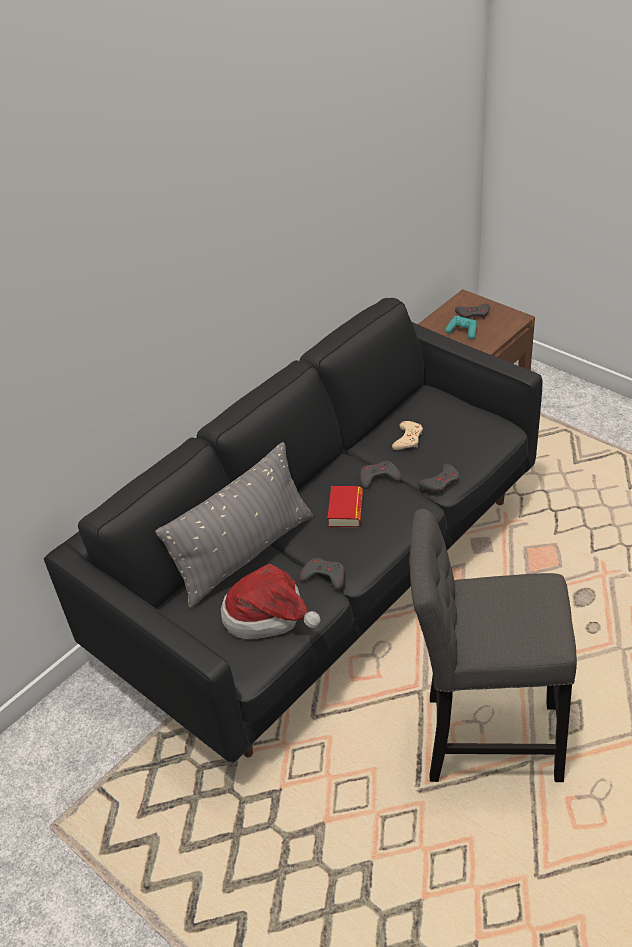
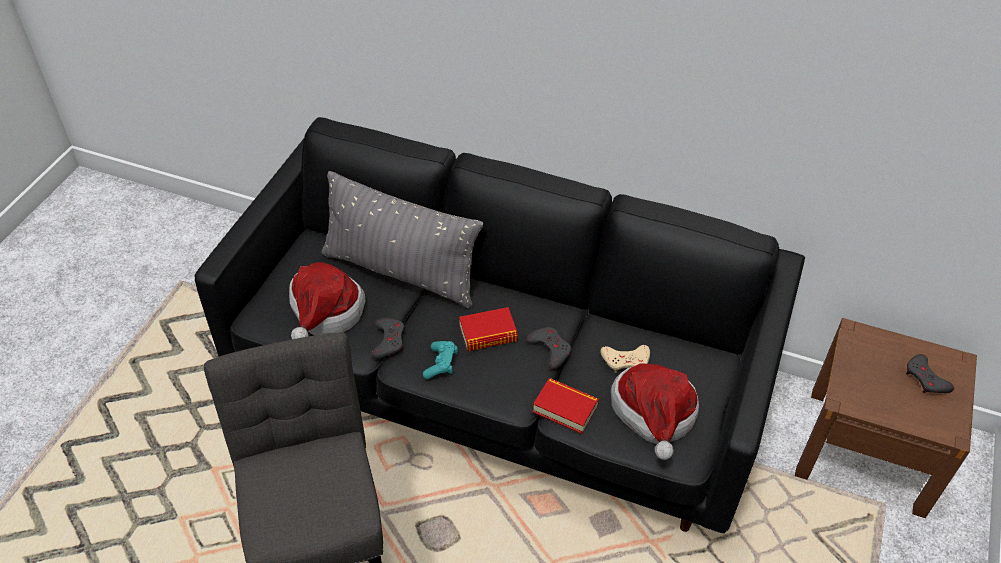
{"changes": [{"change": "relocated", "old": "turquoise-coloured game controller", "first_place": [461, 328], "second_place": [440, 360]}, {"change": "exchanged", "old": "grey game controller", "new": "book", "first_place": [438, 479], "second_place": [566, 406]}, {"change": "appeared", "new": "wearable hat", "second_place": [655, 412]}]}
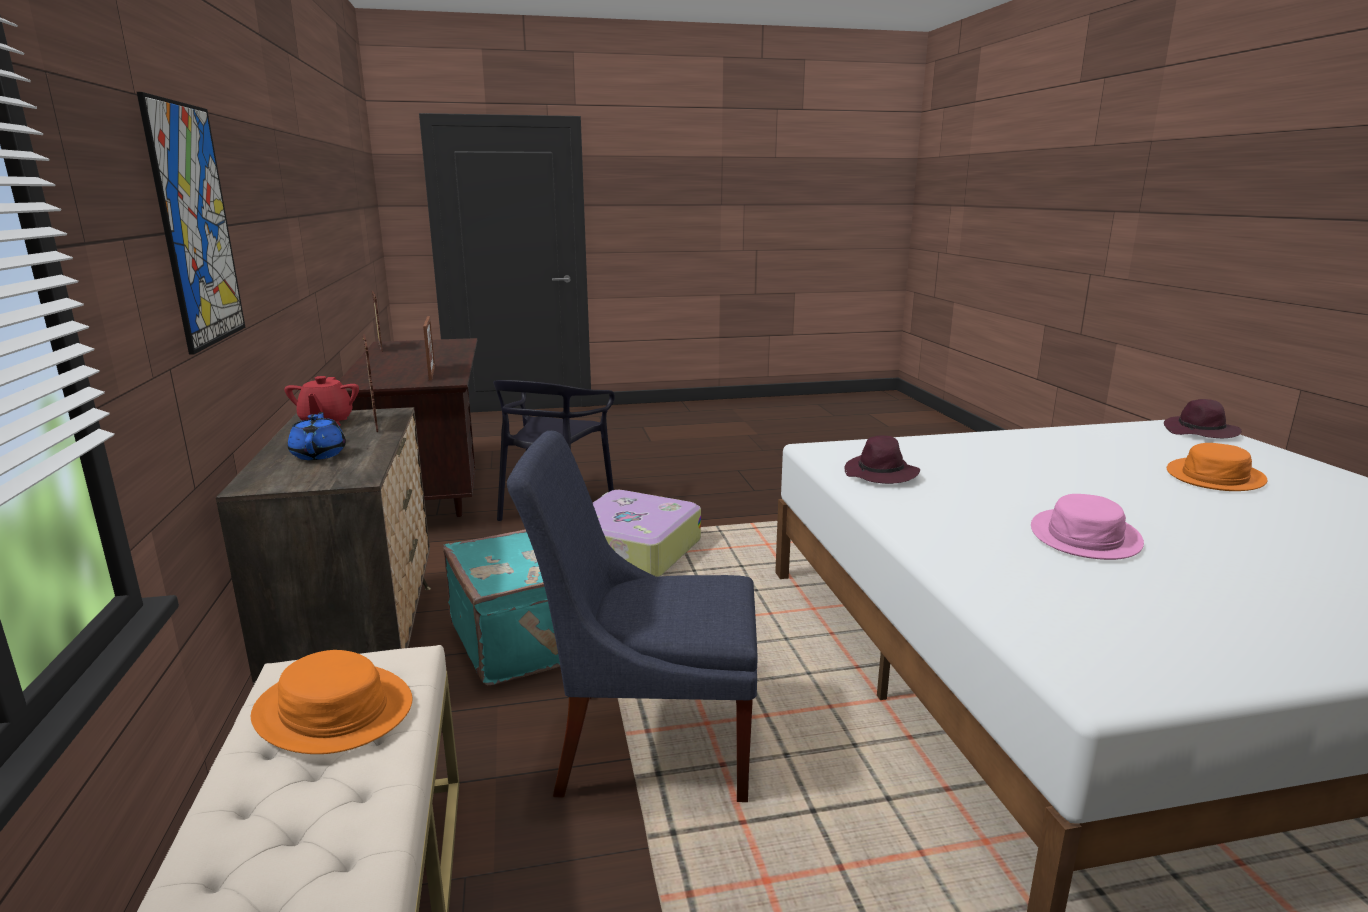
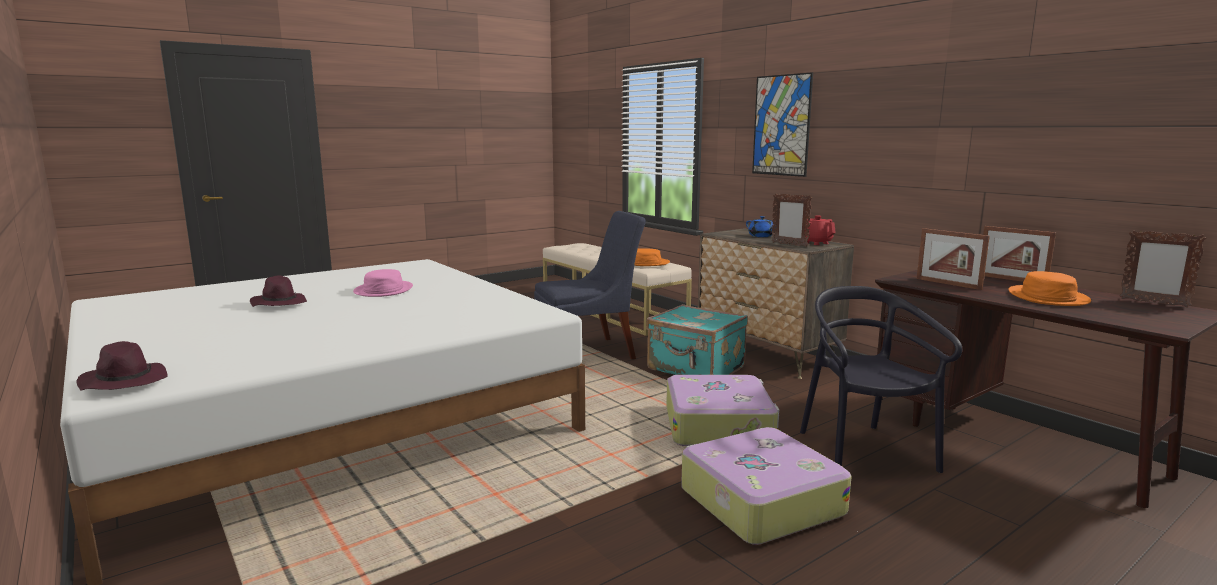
{"changes": [{"change": "relocated", "old": "purplish wearable hat", "first_place": [882, 459], "second_place": [278, 291]}, {"change": "relocated", "old": "orangey wearable hat", "first_place": [1217, 467], "second_place": [1049, 288]}, {"change": "appeared", "new": "standing frame", "second_place": [1019, 254]}, {"change": "appeared", "new": "suitcase", "second_place": [766, 486]}]}
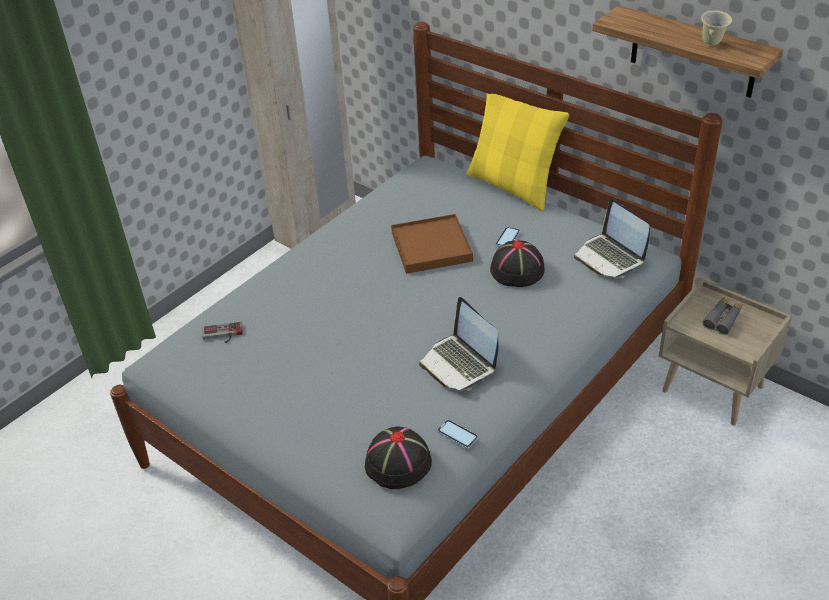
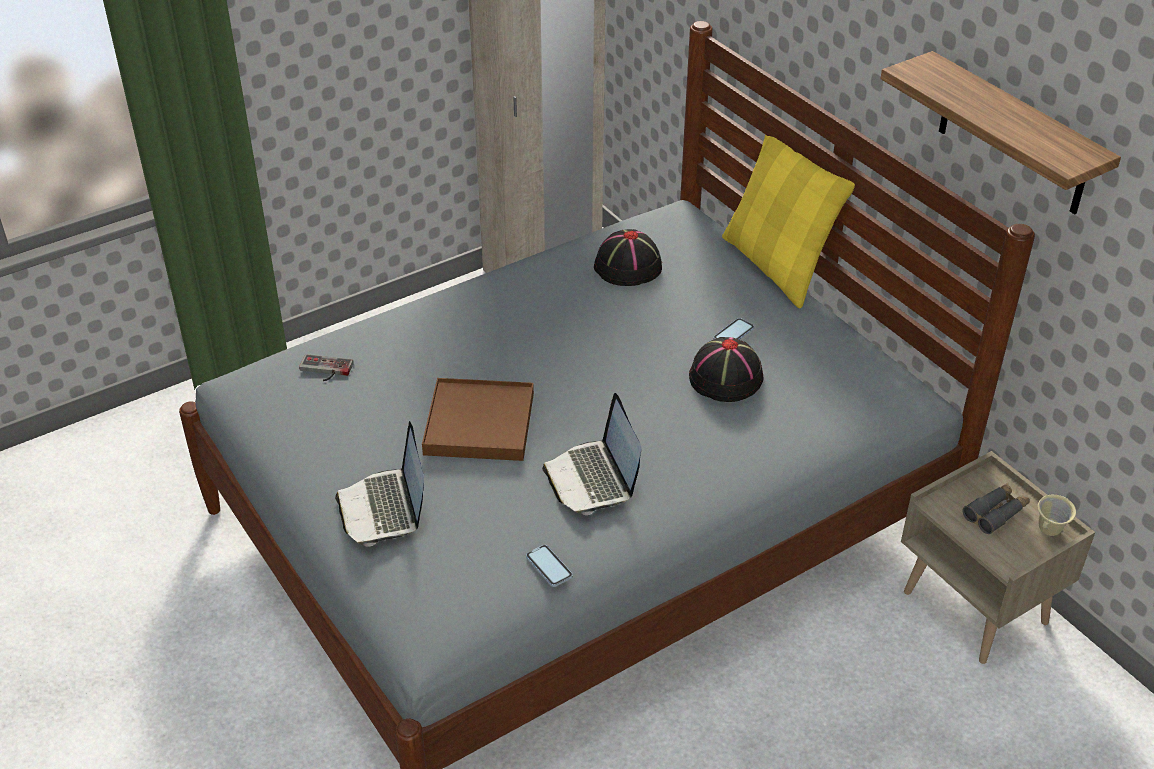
{"changes": [{"change": "relocated", "old": "beige-coloured tea mug", "first_place": [716, 28], "second_place": [1057, 515]}, {"change": "relocated", "old": "notebook computer", "first_place": [612, 238], "second_place": [379, 484]}, {"change": "relocated", "old": "brown-coloured tray", "first_place": [432, 244], "second_place": [478, 419]}, {"change": "relocated", "old": "blackish wearable hat", "first_place": [398, 457], "second_place": [628, 257]}]}
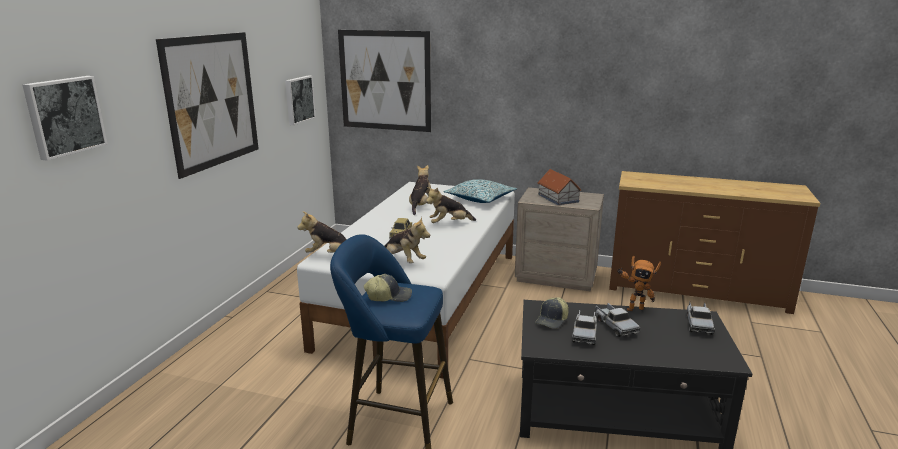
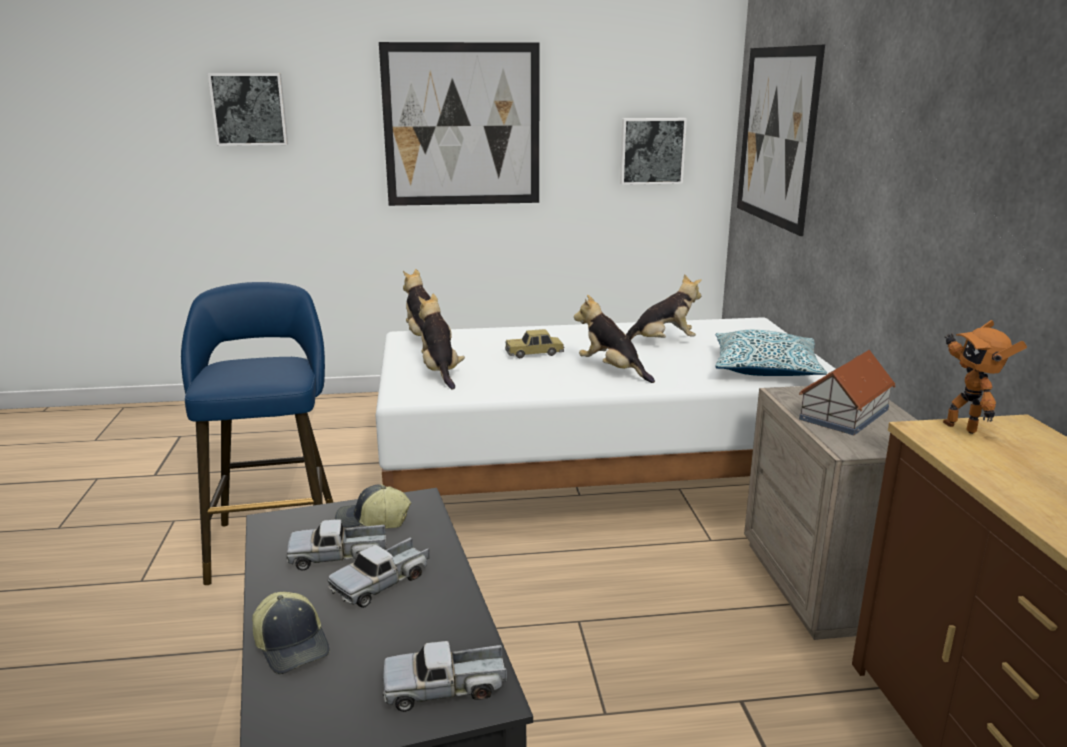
{"changes": [{"change": "spun", "old": "soft toy", "first_place": [407, 240], "second_place": [441, 341], "degrees": 150}, {"change": "relocated", "old": "toy robot", "first_place": [639, 283], "second_place": [985, 377]}, {"change": "relocated", "old": "baseball cap", "first_place": [388, 288], "second_place": [291, 633]}]}
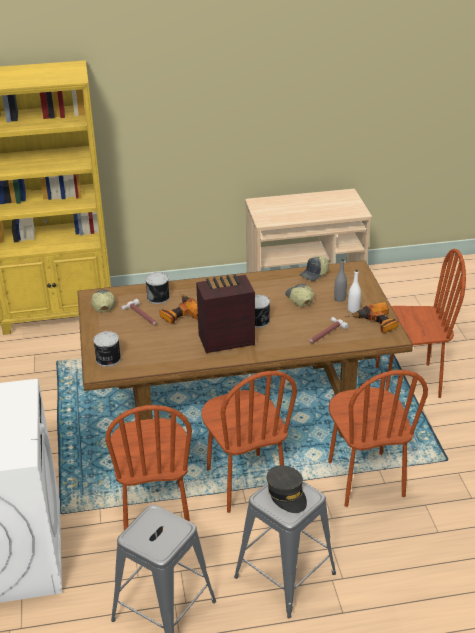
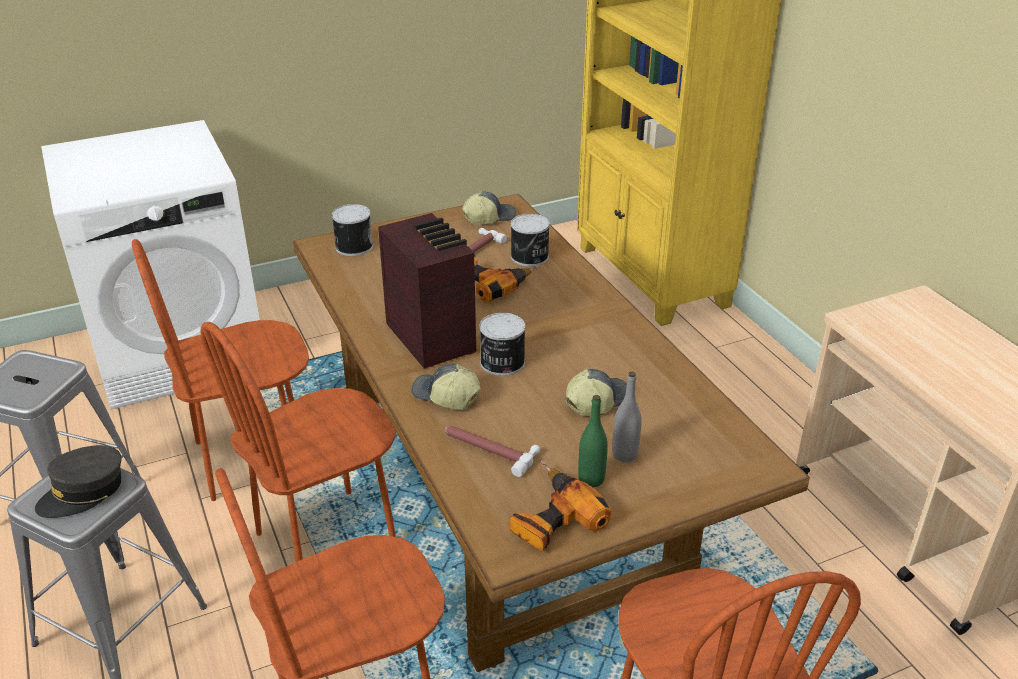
{"changes": [{"change": "relocated", "old": "baseball cap", "first_place": [314, 268], "second_place": [446, 386]}, {"change": "colour", "old": "whitish bottle", "new": "greenish bottle", "first_place": [354, 291], "second_place": [593, 441]}]}
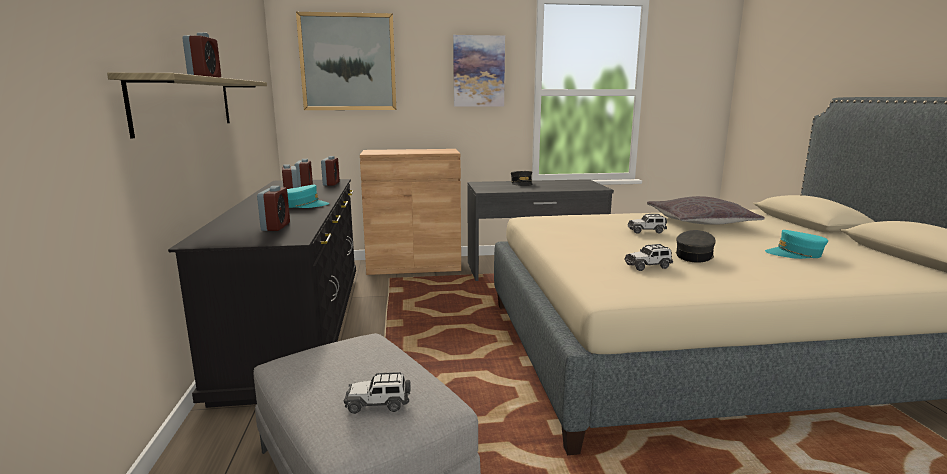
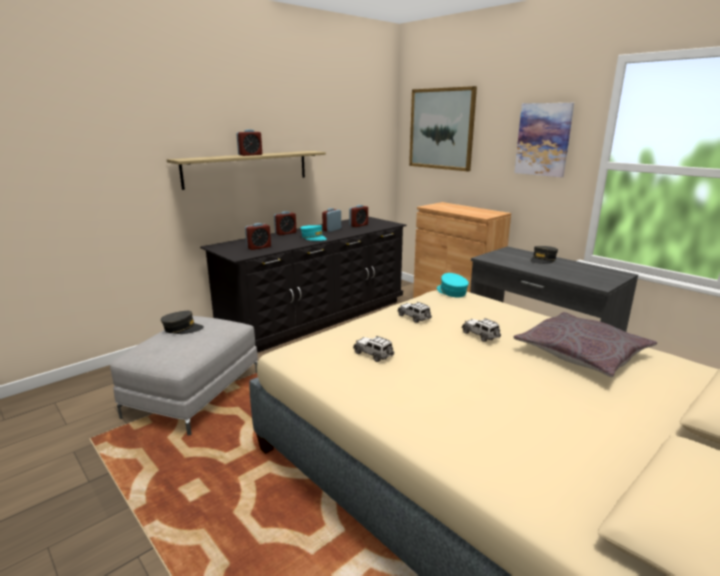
{"changes": [{"change": "relocated", "old": "bedside clock", "first_place": [330, 171], "second_place": [285, 223]}, {"change": "relocated", "old": "grey baseball cap", "first_place": [696, 246], "second_place": [182, 322]}, {"change": "relocated", "old": "turquoise-coloured baseball cap", "first_place": [796, 244], "second_place": [453, 285]}, {"change": "relocated", "old": "miniature car", "first_place": [377, 393], "second_place": [415, 312]}]}
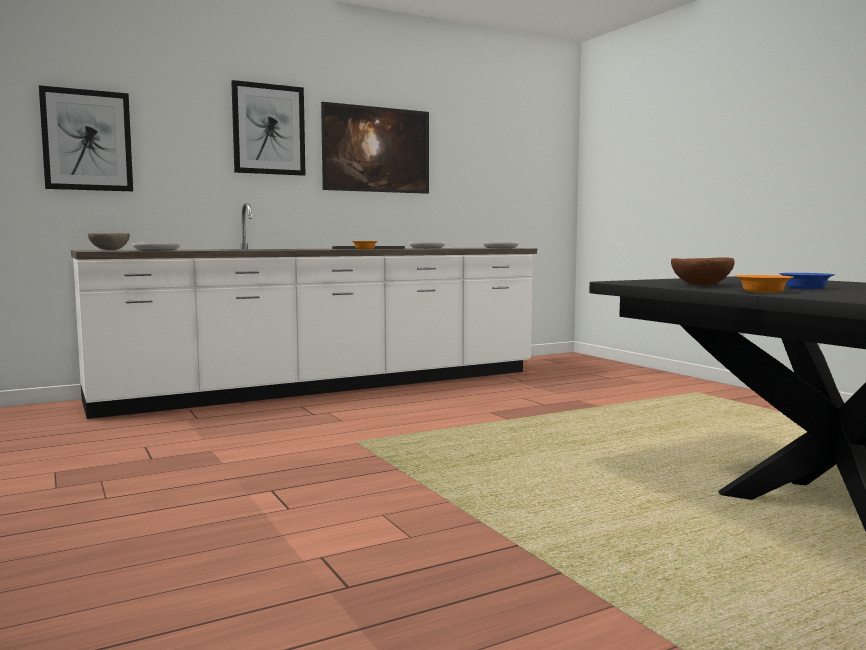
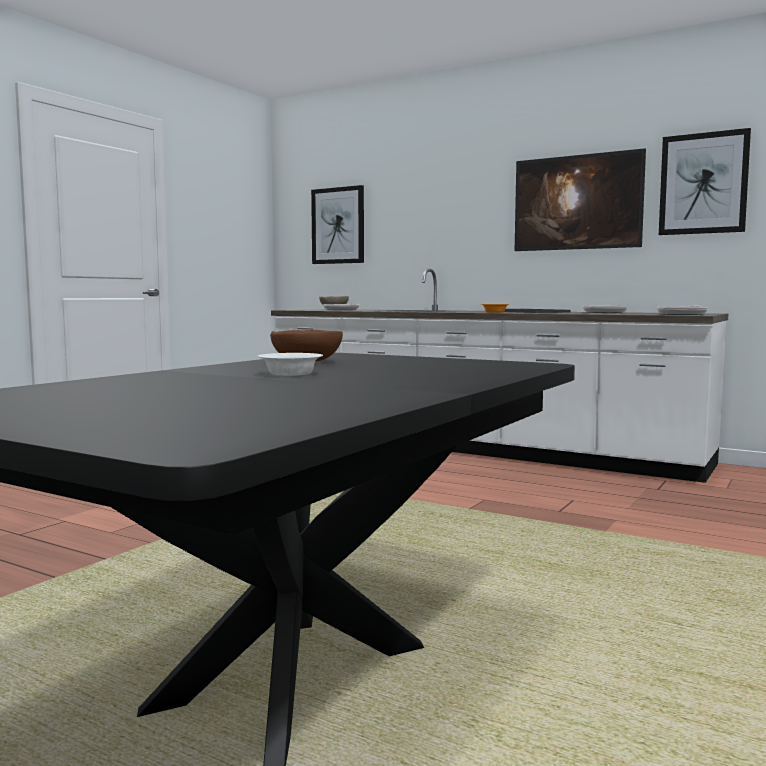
{"changes": [{"change": "relocated", "old": "wall picture", "first_place": [268, 128], "second_place": [705, 181]}, {"change": "colour", "old": "blue bowl", "new": "whitish bowl", "first_place": [807, 281], "second_place": [290, 364]}, {"change": "missing", "old": "orangey bowl", "first_place": [764, 284]}]}
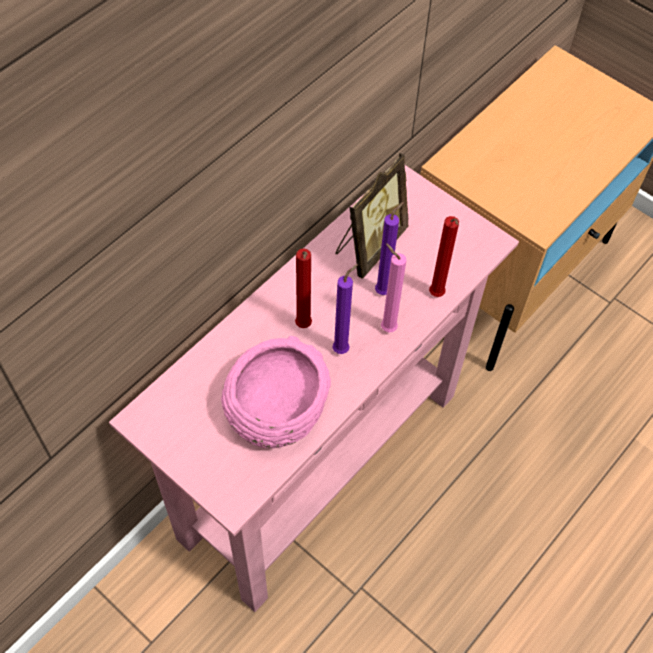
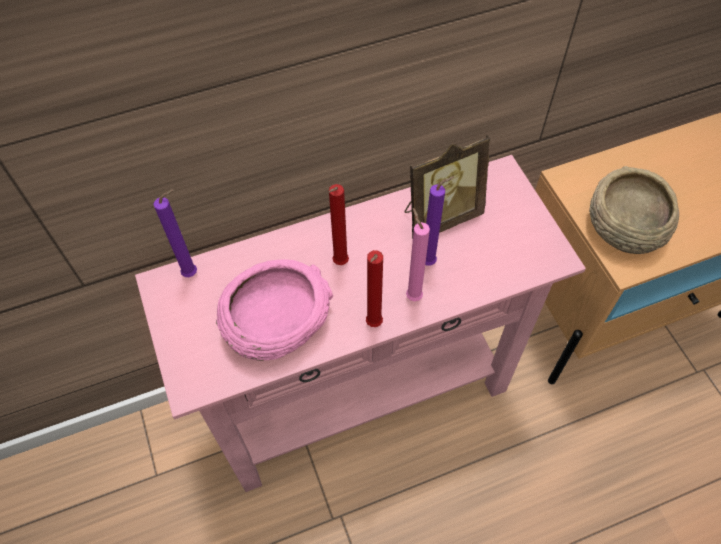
{"changes": [{"change": "relocated", "old": "reddish wax candle", "first_place": [444, 256], "second_place": [374, 288]}, {"change": "relocated", "old": "purplish wax candle", "first_place": [345, 309], "second_place": [175, 233]}, {"change": "appeared", "new": "beige-coloured bowl", "second_place": [634, 210]}]}
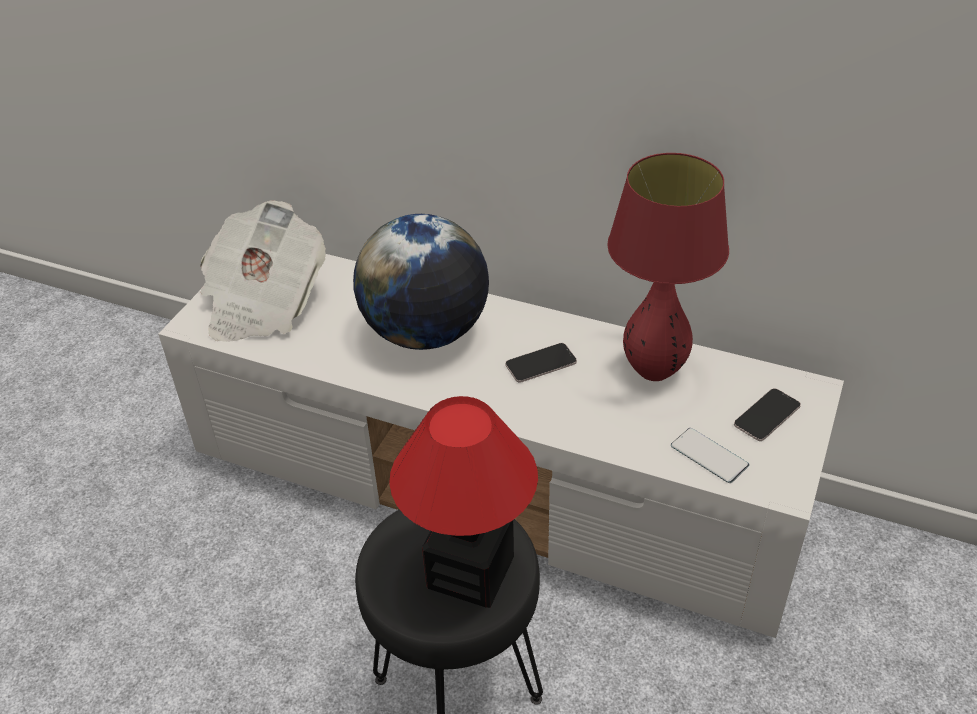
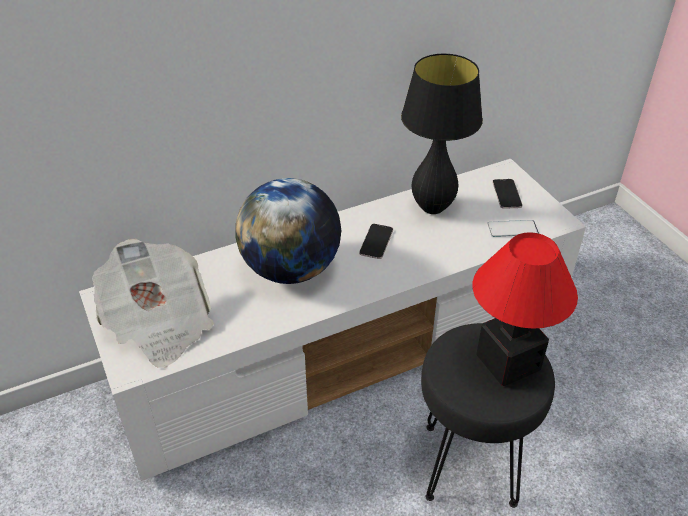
{"changes": [{"change": "colour", "old": "reddish tabletop lamp", "new": "blackish tabletop lamp", "first_place": [668, 267], "second_place": [442, 134]}]}
